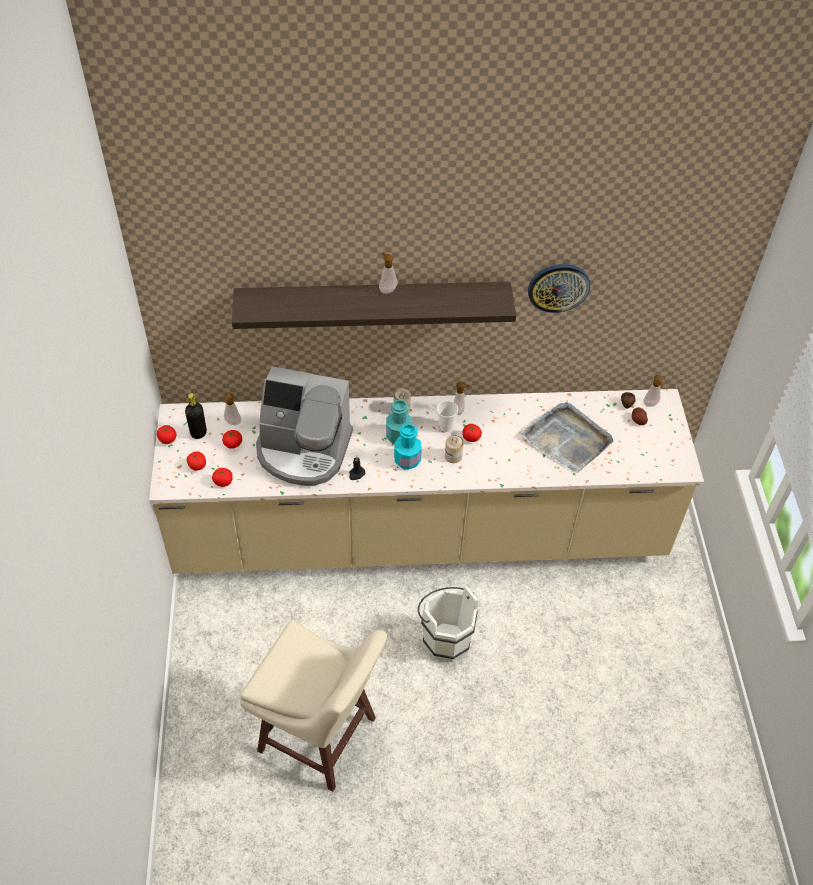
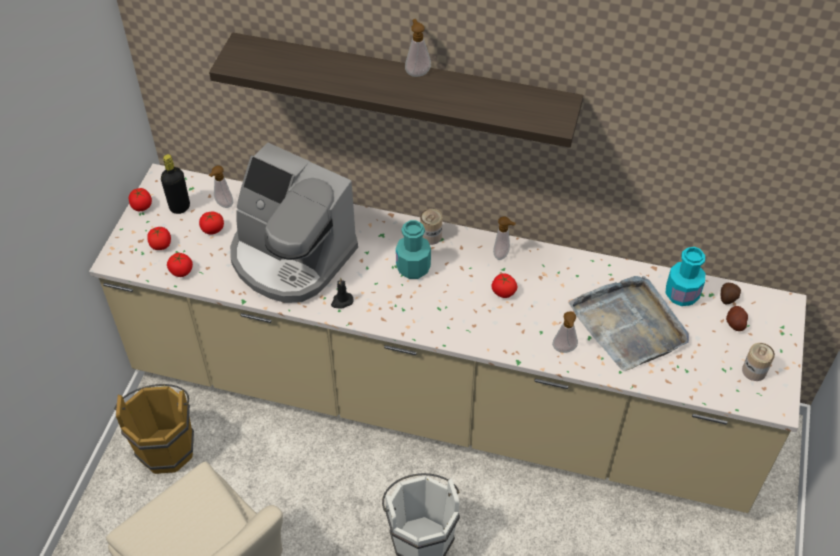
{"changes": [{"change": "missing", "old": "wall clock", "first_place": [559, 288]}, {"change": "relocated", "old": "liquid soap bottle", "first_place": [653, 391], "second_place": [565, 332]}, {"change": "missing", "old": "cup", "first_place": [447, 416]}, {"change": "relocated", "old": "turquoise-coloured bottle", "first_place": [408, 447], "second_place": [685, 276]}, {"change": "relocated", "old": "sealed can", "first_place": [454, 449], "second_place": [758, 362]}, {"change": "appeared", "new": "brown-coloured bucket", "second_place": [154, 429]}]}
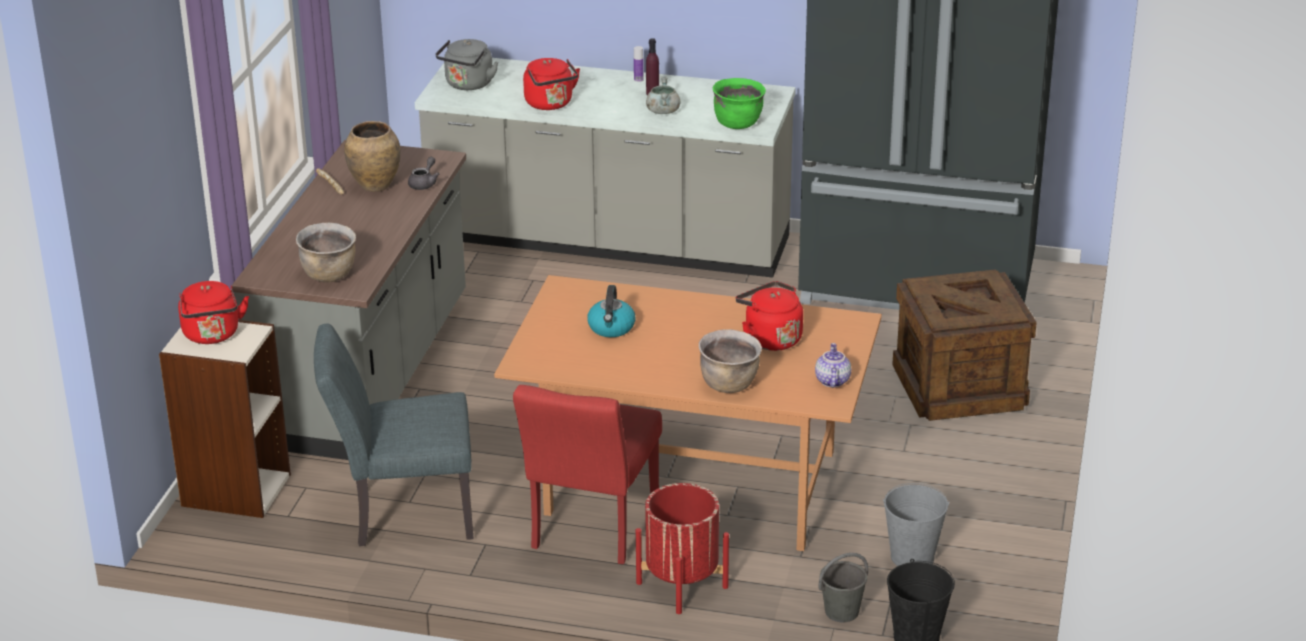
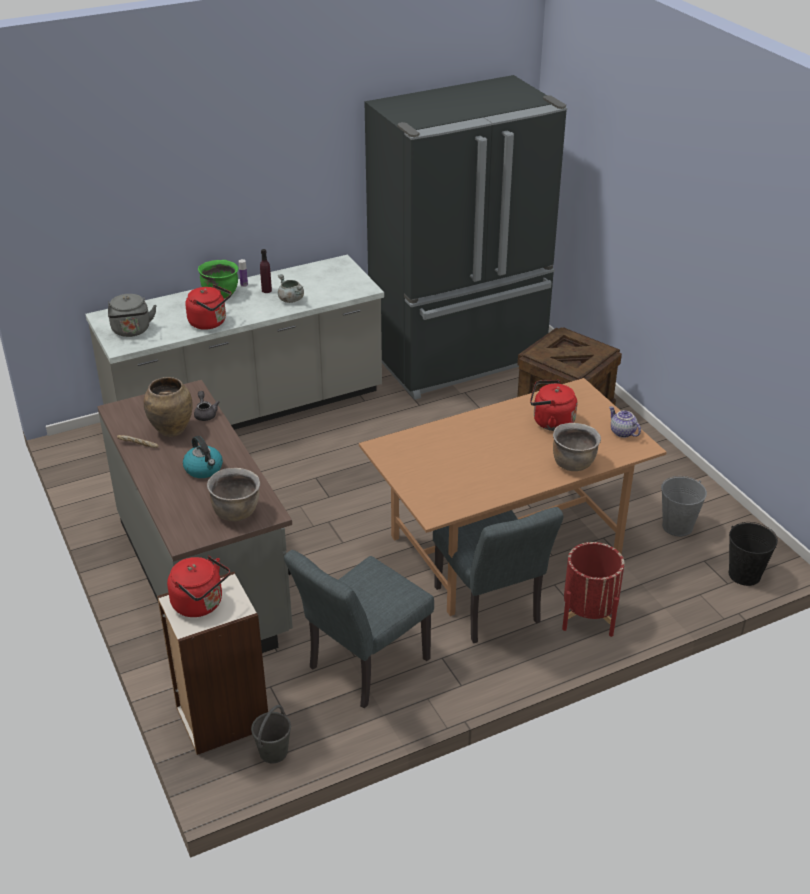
{"changes": [{"change": "relocated", "old": "greenish stockpot", "first_place": [739, 103], "second_place": [218, 279]}, {"change": "relocated", "old": "kettle", "first_place": [611, 311], "second_place": [203, 457]}, {"change": "colour", "old": "reddish plain chair", "new": "grey plain chair", "first_place": [587, 474], "second_place": [498, 575]}, {"change": "relocated", "old": "grey bucket", "first_place": [843, 588], "second_place": [271, 734]}]}
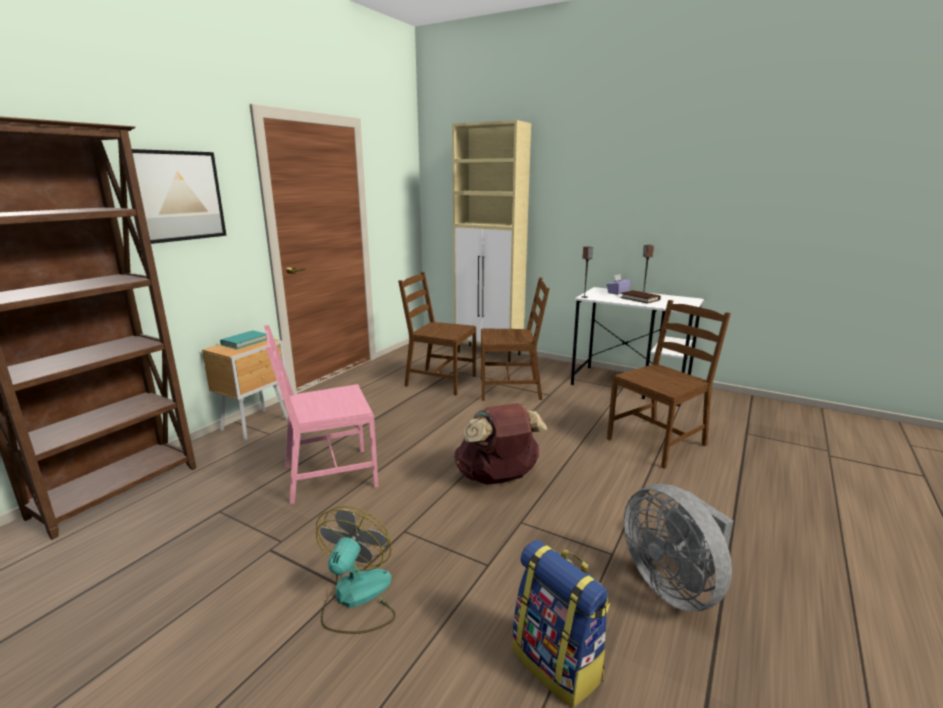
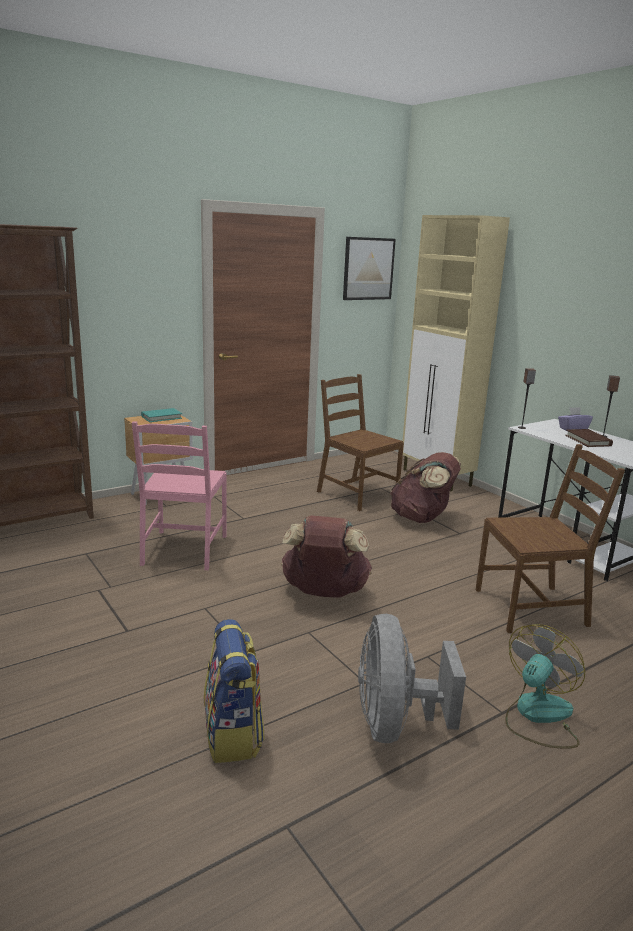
{"changes": [{"change": "relocated", "old": "wall picture", "first_place": [179, 196], "second_place": [369, 268]}, {"change": "exchanged", "old": "brown-coloured plain chair", "new": "brown-coloured rucksack", "first_place": [515, 339], "second_place": [425, 487]}, {"change": "spun", "old": "pink plain chair", "first_place": [321, 414], "second_place": [179, 495], "degrees": -90}, {"change": "relocated", "old": "cooling fan", "first_place": [356, 570], "second_place": [545, 686]}]}
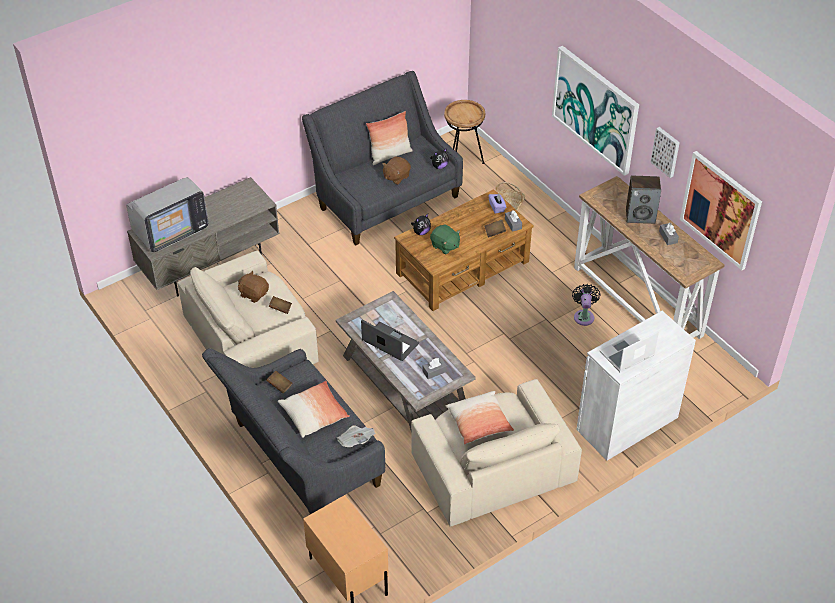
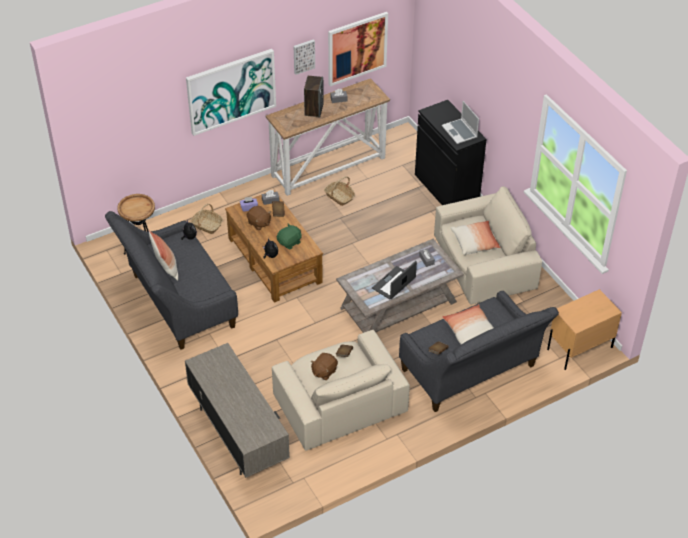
{"changes": [{"change": "relocated", "old": "brown-coloured soft toy", "first_place": [396, 171], "second_place": [259, 218]}, {"change": "missing", "old": "television", "first_place": [167, 214]}, {"change": "exchanged", "old": "blackish cooling fan", "new": "storage basket", "first_place": [586, 305], "second_place": [339, 191]}, {"change": "colour", "old": "whitish cupboard", "new": "blackish cupboard", "first_place": [636, 386], "second_place": [451, 152]}, {"change": "missing", "old": "newspaper", "first_place": [356, 436]}]}
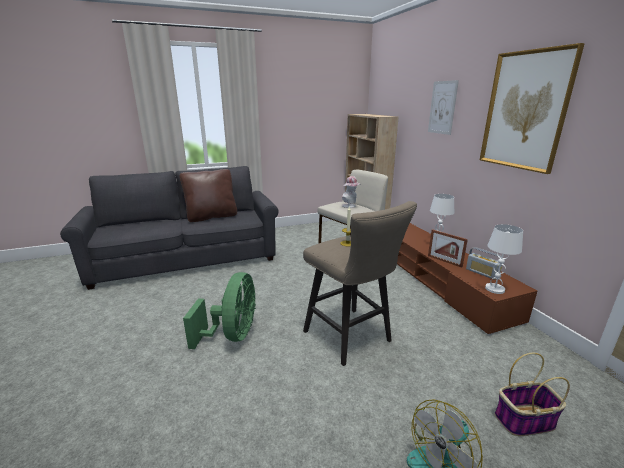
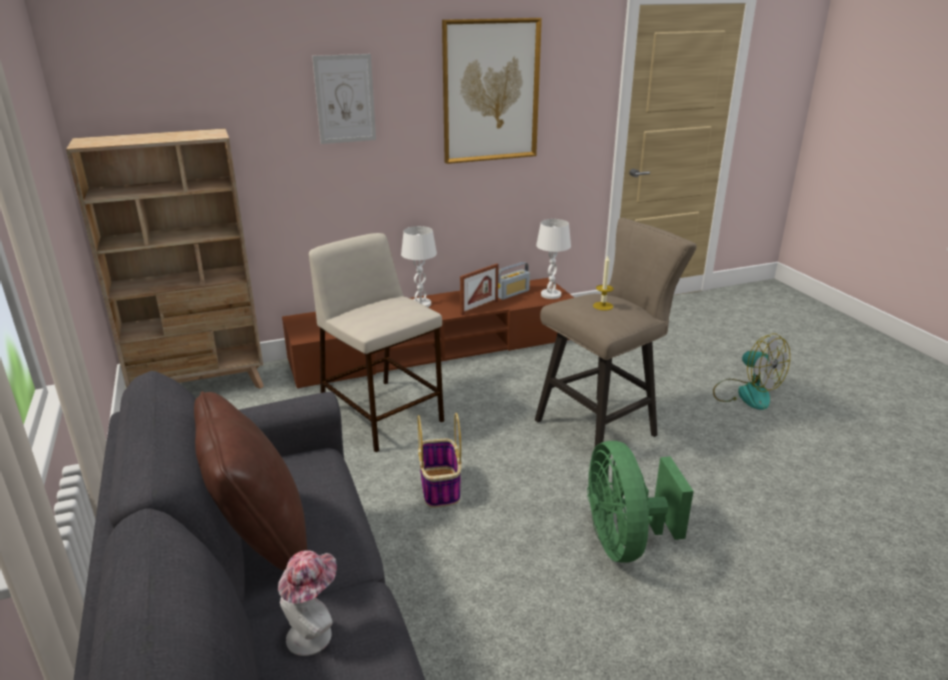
{"changes": [{"change": "relocated", "old": "wearable hat", "first_place": [351, 192], "second_place": [307, 603]}, {"change": "spun", "old": "greenish cooling fan", "first_place": [219, 310], "second_place": [640, 502], "degrees": -105}, {"change": "relocated", "old": "storage basket", "first_place": [532, 394], "second_place": [440, 460]}]}
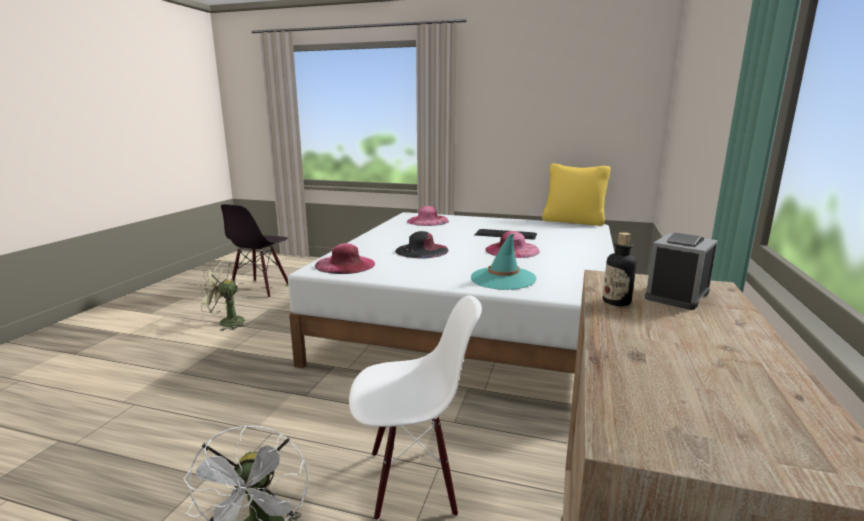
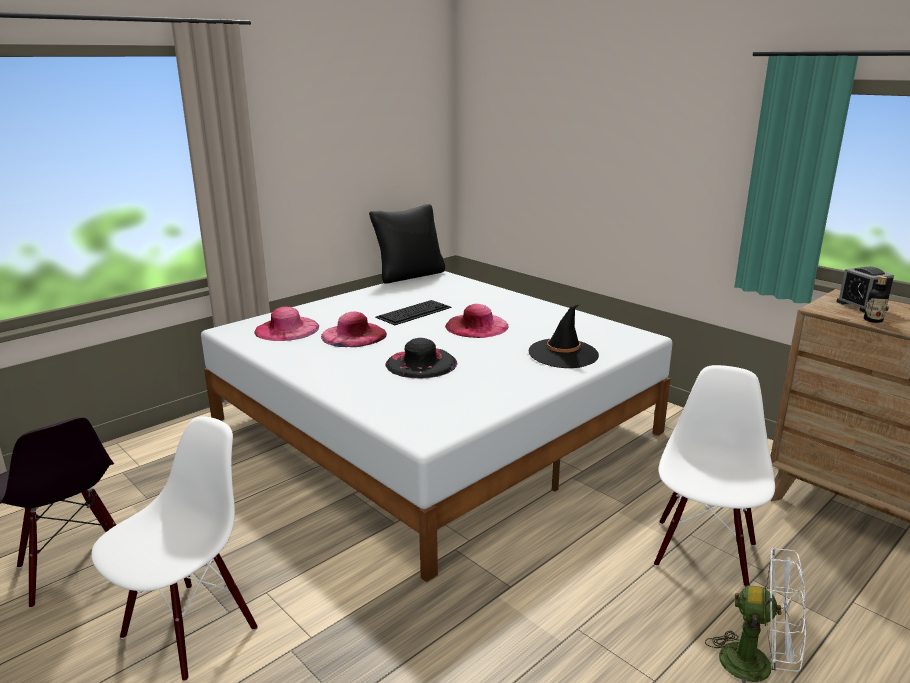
{"changes": [{"change": "colour", "old": "yellowish pillow", "new": "blackish pillow", "first_place": [576, 194], "second_place": [407, 244]}, {"change": "colour", "old": "turquoise-coloured wearable hat", "new": "blackish wearable hat", "first_place": [504, 262], "second_place": [564, 336]}, {"change": "relocated", "old": "pink wearable hat", "first_place": [345, 258], "second_place": [354, 329]}, {"change": "exchanged", "old": "greenish cooling fan", "new": "whitish plain chair", "first_place": [223, 295], "second_place": [174, 549]}]}
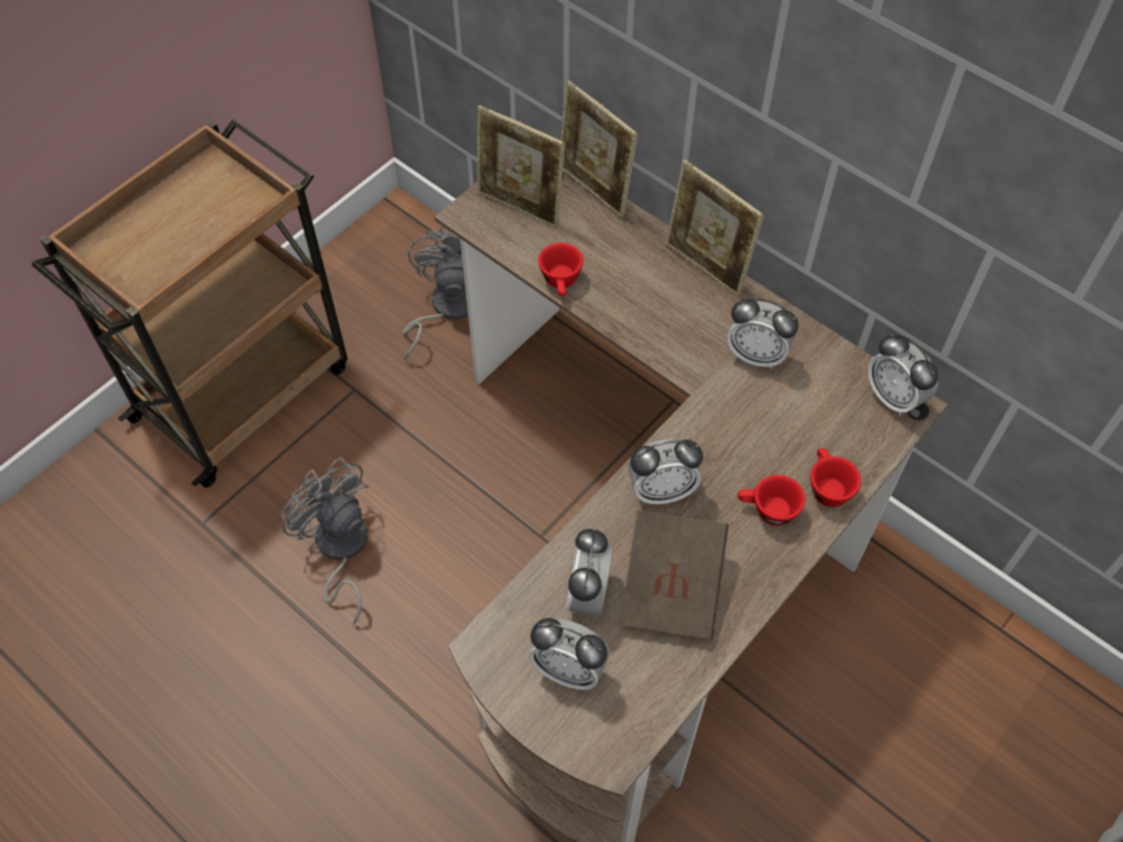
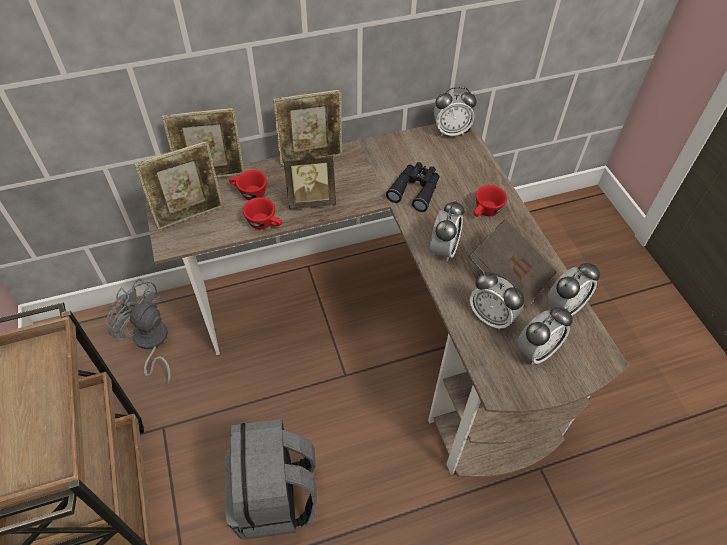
{"changes": [{"change": "relocated", "old": "bedside clock", "first_place": [763, 333], "second_place": [573, 289]}, {"change": "relocated", "old": "reddish cup", "first_place": [835, 477], "second_place": [248, 185]}, {"change": "exchanged", "old": "grey cooling fan", "new": "grey rucksack", "first_place": [324, 541], "second_place": [271, 479]}, {"change": "appeared", "new": "standing frame", "second_place": [309, 180]}, {"change": "appeared", "new": "blackish field glasses", "second_place": [413, 187]}]}
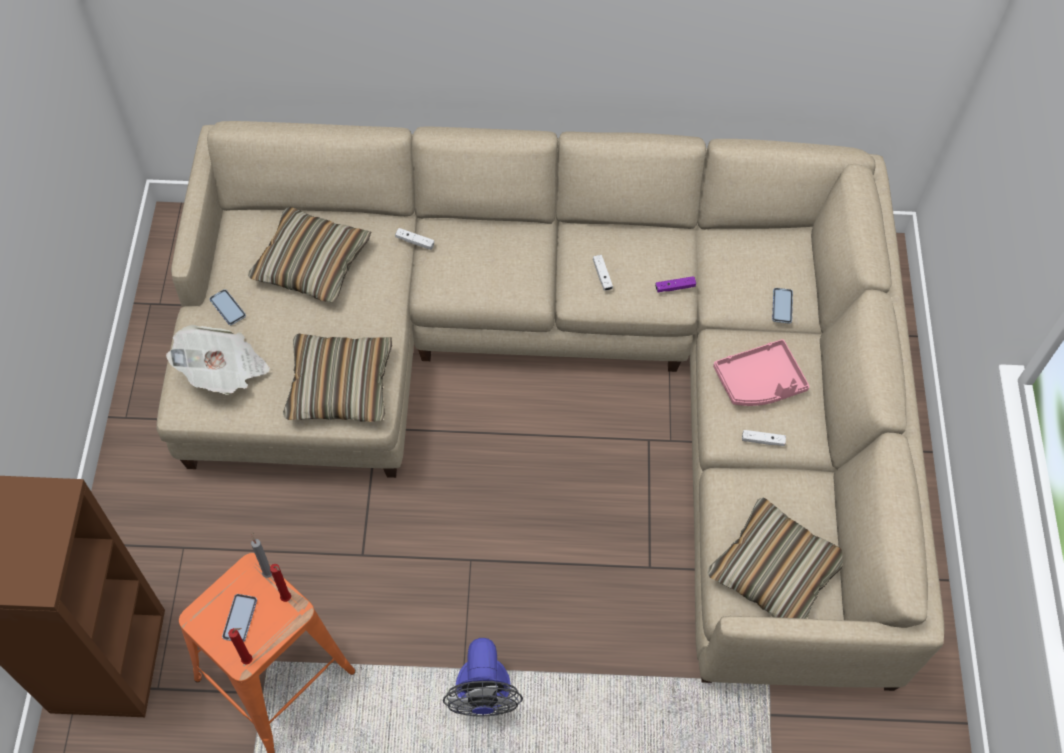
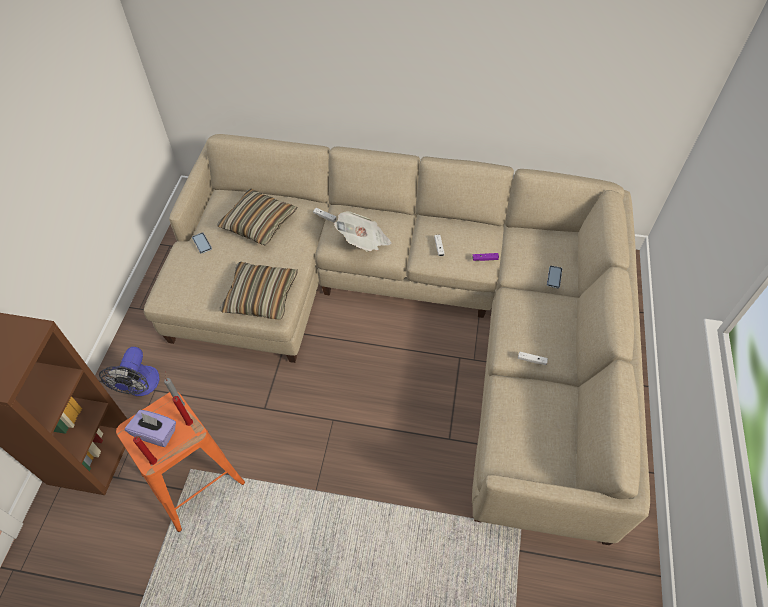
{"changes": [{"change": "relocated", "old": "newspaper", "first_place": [218, 360], "second_place": [363, 231]}, {"change": "missing", "old": "pink tray", "first_place": [761, 372]}, {"change": "missing", "old": "pillow", "first_place": [775, 558]}, {"change": "exchanged", "old": "phone", "new": "purplish tissue box", "first_place": [239, 618], "second_place": [150, 428]}, {"change": "relocated", "old": "cooling fan", "first_place": [483, 677], "second_place": [129, 371]}]}
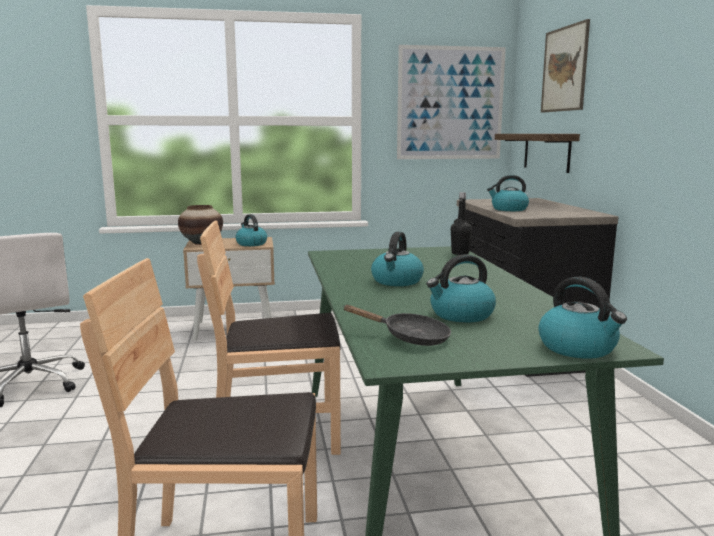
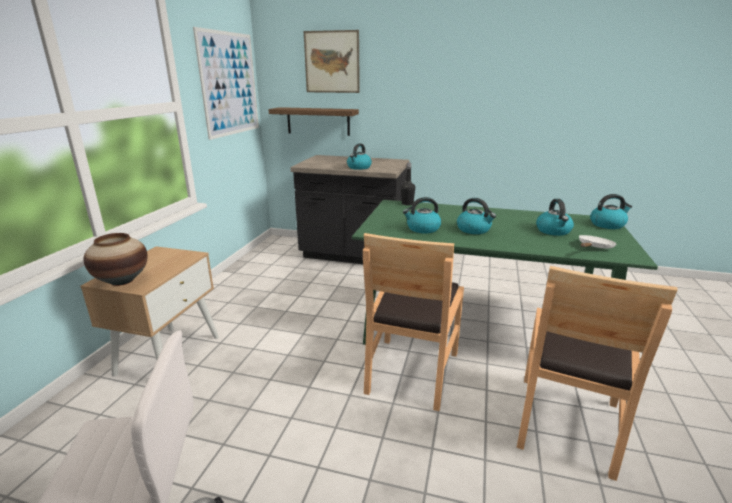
{"changes": [{"change": "relocated", "old": "kettle", "first_place": [251, 230], "second_place": [422, 215]}, {"change": "colour", "old": "blackish pan", "new": "whitish pan", "first_place": [397, 325], "second_place": [598, 242]}]}
